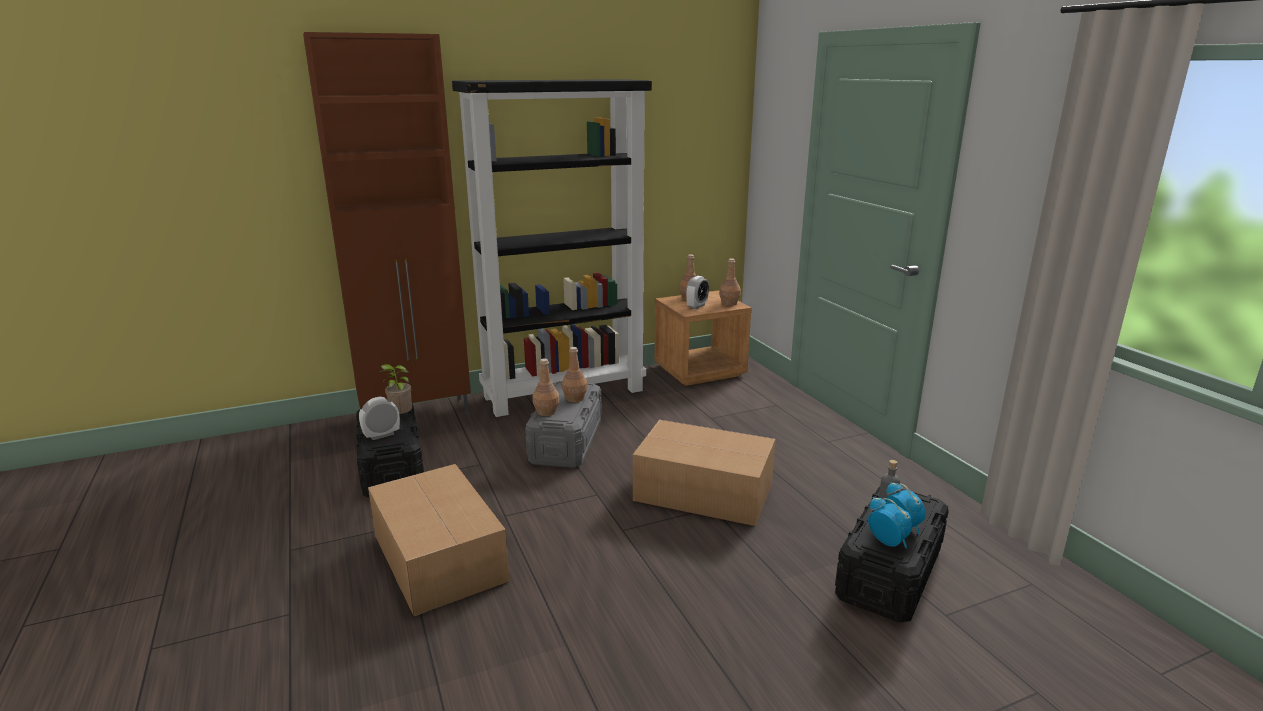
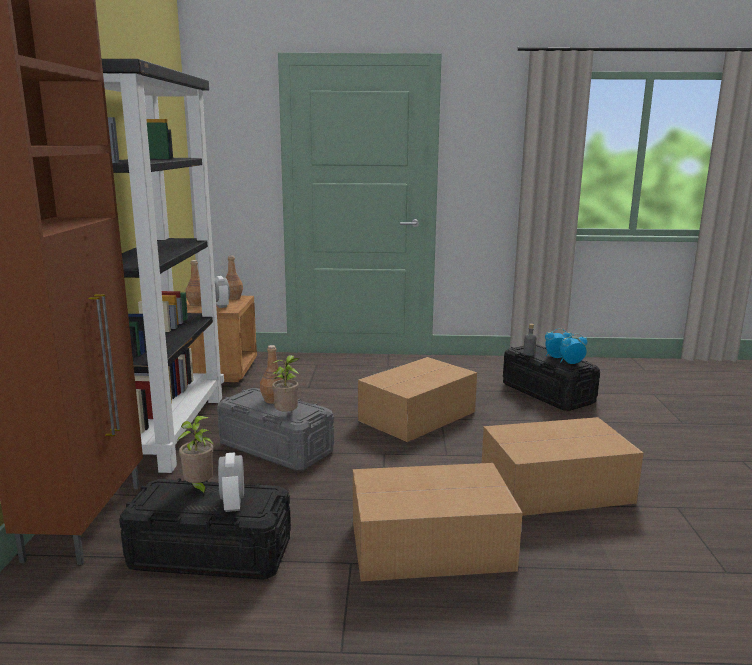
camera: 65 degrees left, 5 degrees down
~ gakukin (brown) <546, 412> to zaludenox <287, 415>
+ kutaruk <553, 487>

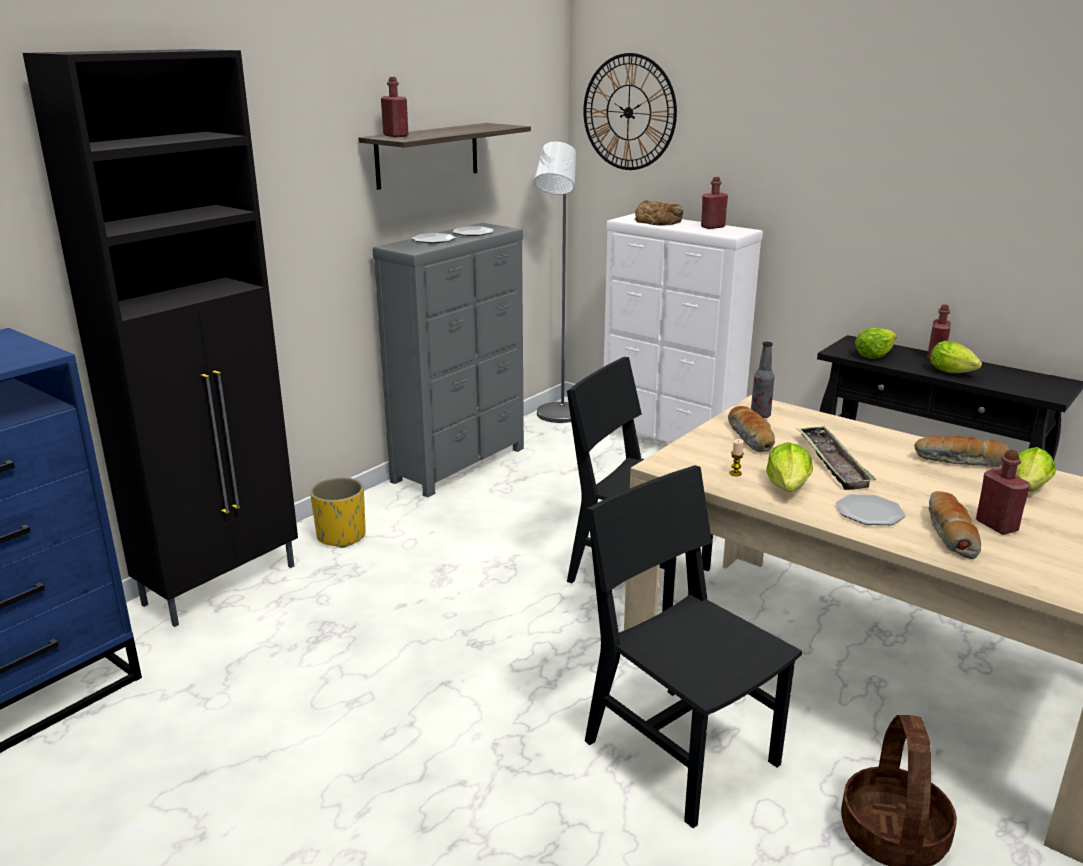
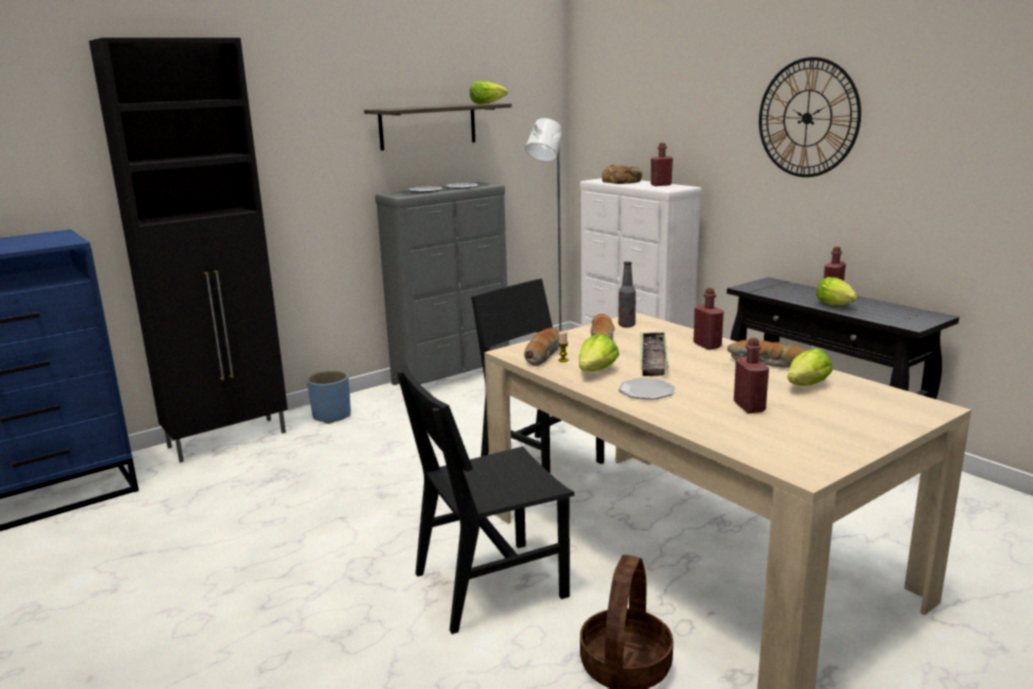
camera: 15 degrees right, 5 degrees down
~ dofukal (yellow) <341, 536> to dofukal (blue) <331, 416>
~ gakukin (red) <395, 136> to <707, 345>
~ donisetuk <628, 112> to <807, 118>
~ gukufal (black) <681, 752> = <490, 584> 90 degrees counterclockwise
~ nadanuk <874, 355> to <487, 103>
~ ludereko <949, 533> to <543, 354>

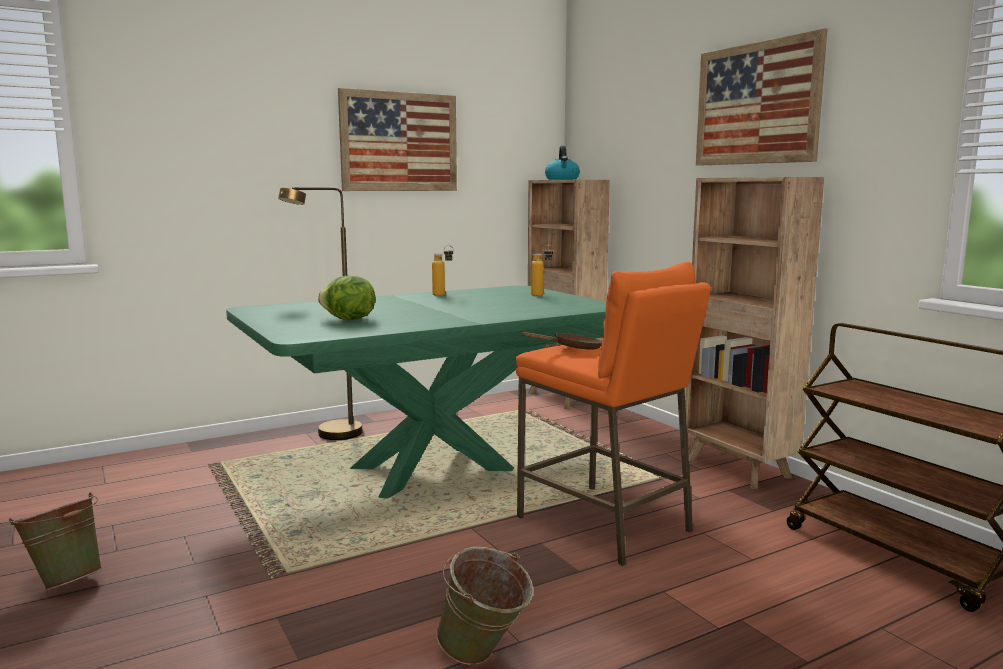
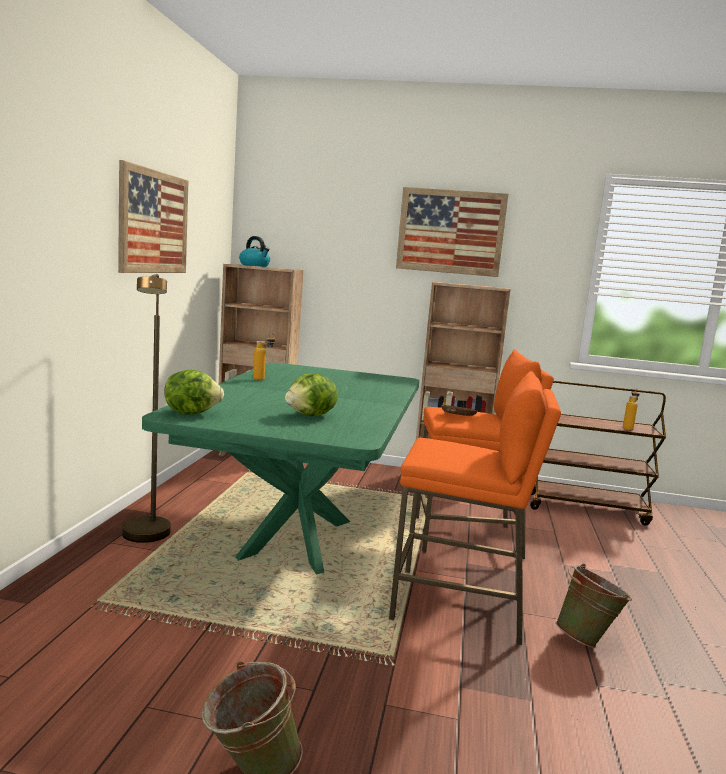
camera: 50 degrees left, 0 degrees up
~ gakukin <542, 295> to <628, 428>
+ nadanuk <191, 413>
+ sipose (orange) <459, 606>

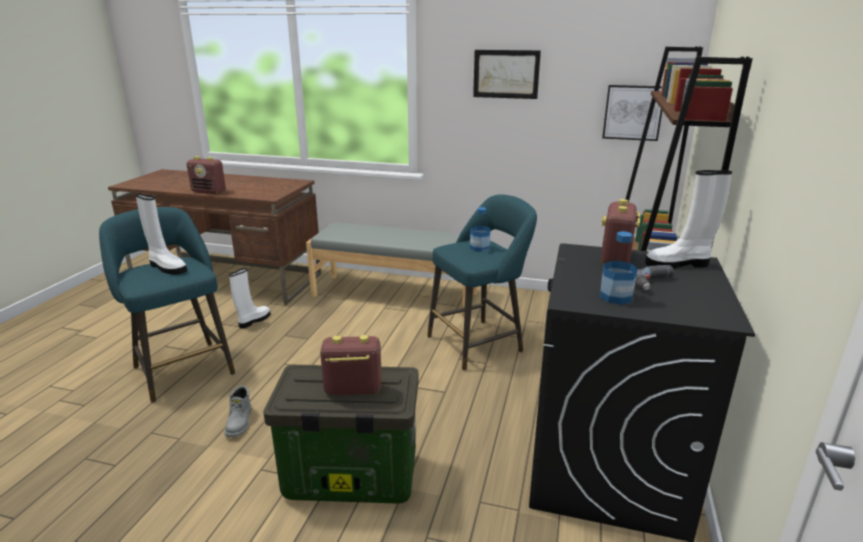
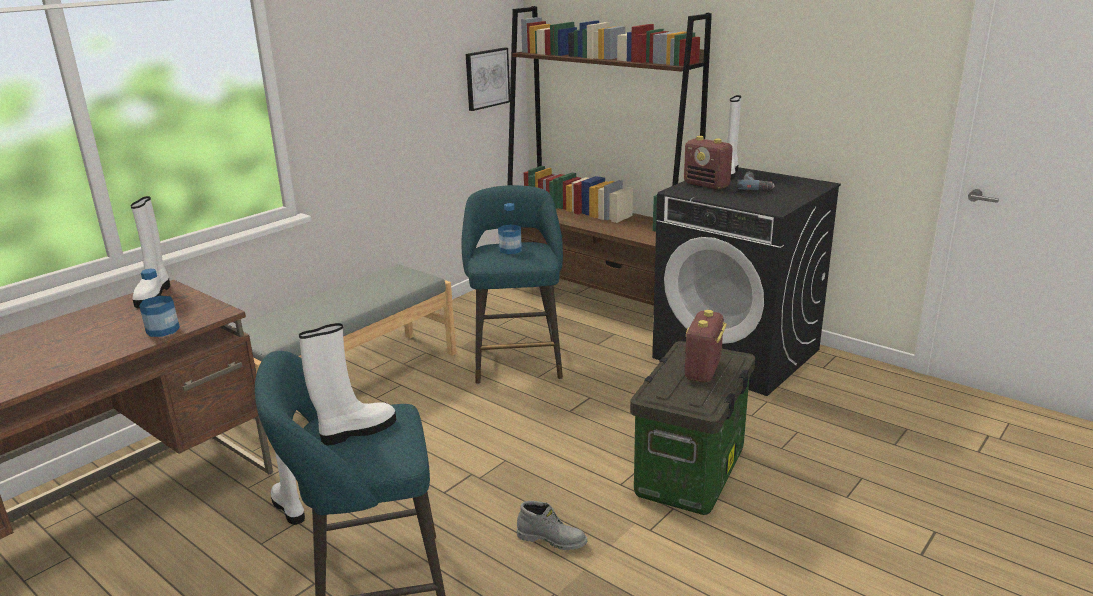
camera: 65 degrees left, 0 degrees up
- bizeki <209, 192>
- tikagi <506, 74>
~ gakukin <615, 297> to <163, 330>
+ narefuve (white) <154, 294>

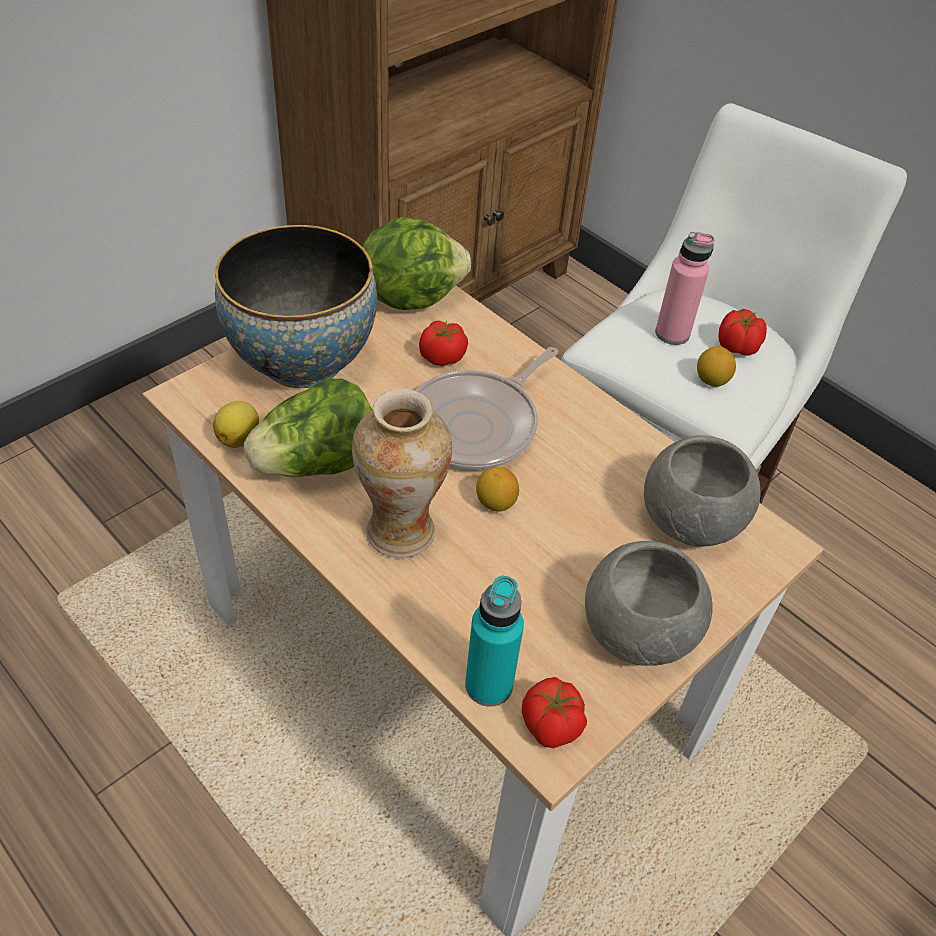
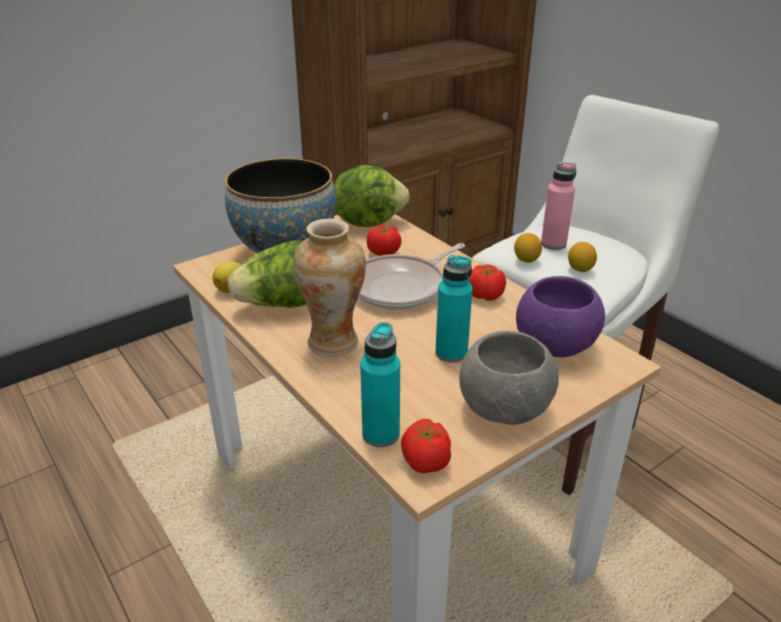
camera: 10 degrees right, 15 degrees down
~ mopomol <495, 503> to <526, 260>
~ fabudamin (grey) <692, 520> to fabudamin (purple) <556, 345>
~ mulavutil <737, 347> to <485, 296>
+ gakukin (turquoise) <451, 353>

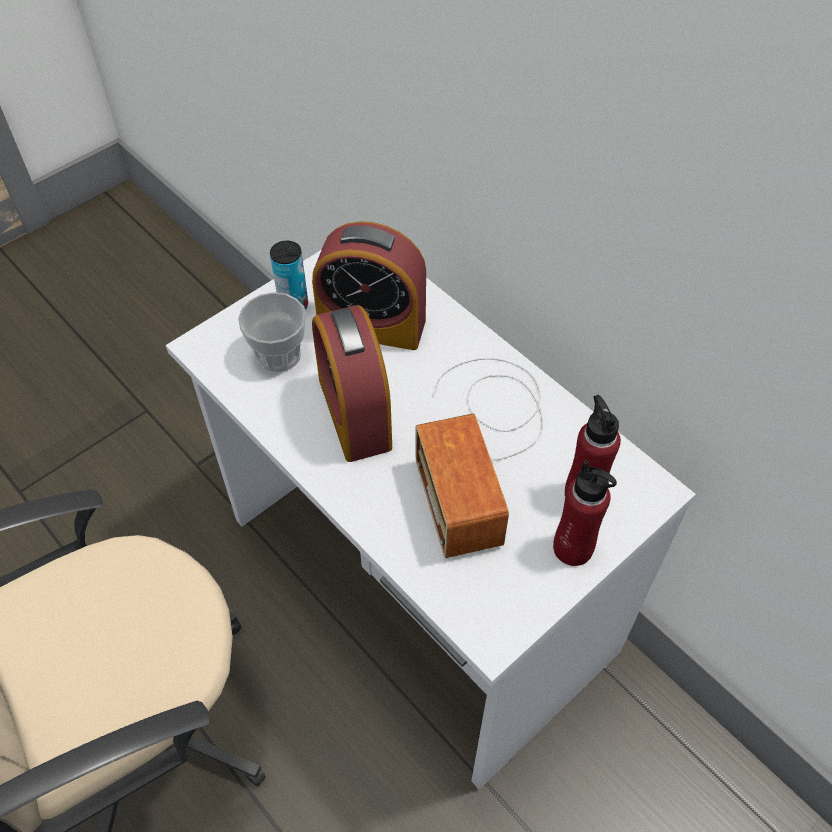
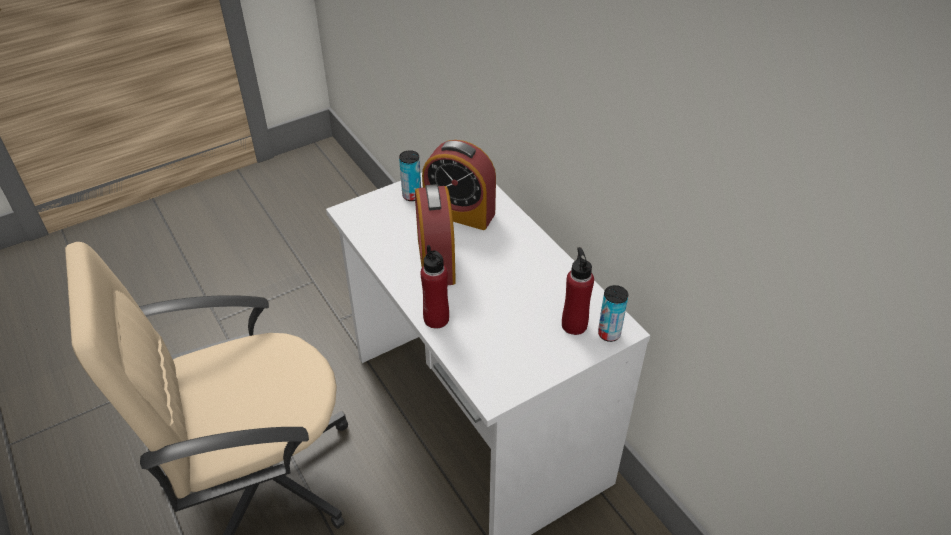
camera: 10 degrees right, 10 degrees down
- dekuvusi <279, 355>
- bizeki <482, 445>
~ gakukin (red) <573, 548> to <436, 319>
+ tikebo <609, 334>

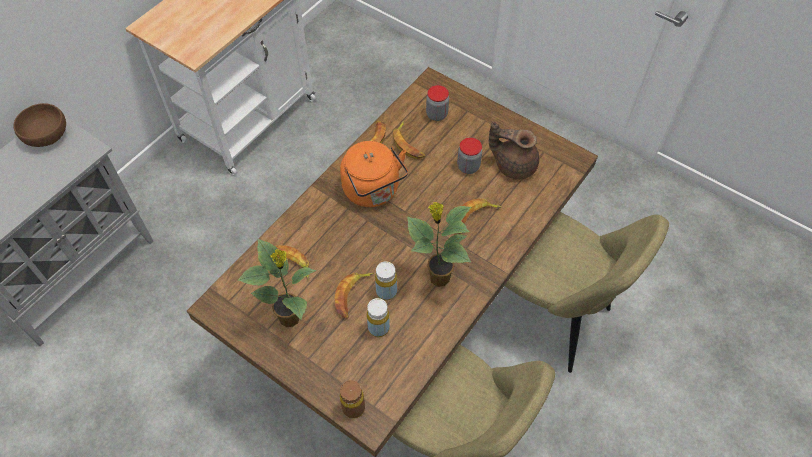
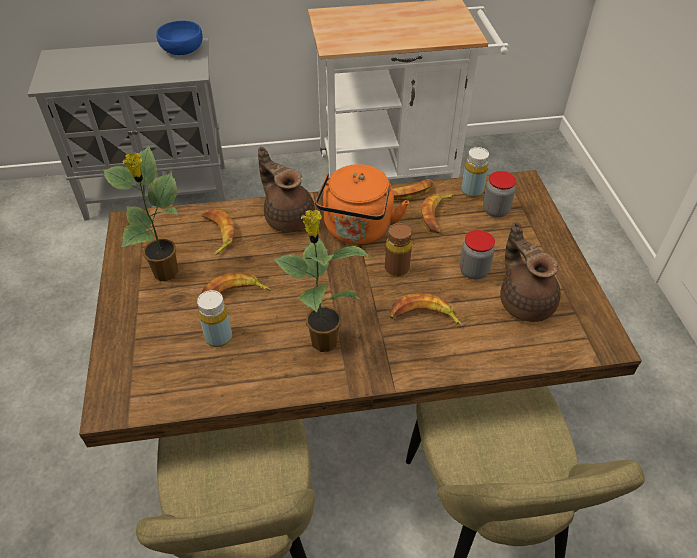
camera: 45 degrees right, 10 degrees down
~ fabudamin (brown) <46, 135> to fabudamin (blue) <181, 49>
~ gakukin (brown) <353, 408> to <396, 269>
~ gakukin (yellow) <386, 292> to <472, 191>
+ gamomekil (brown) <288, 217>

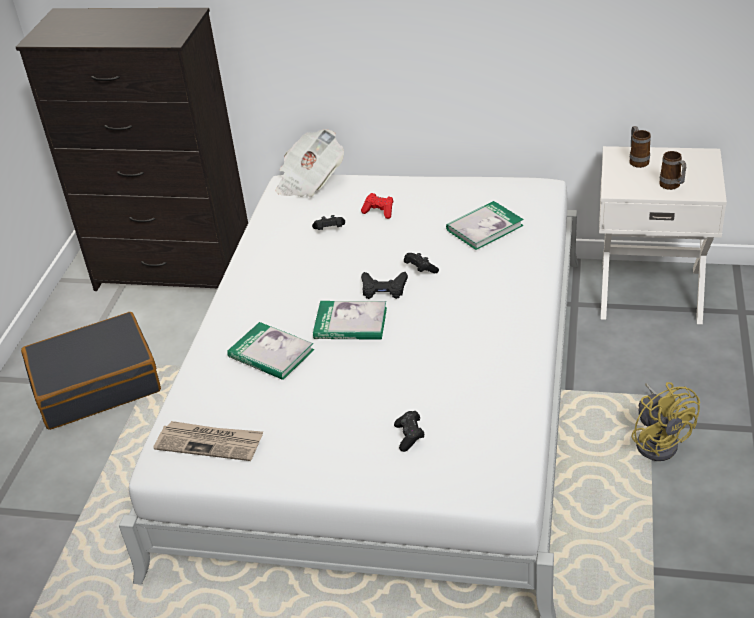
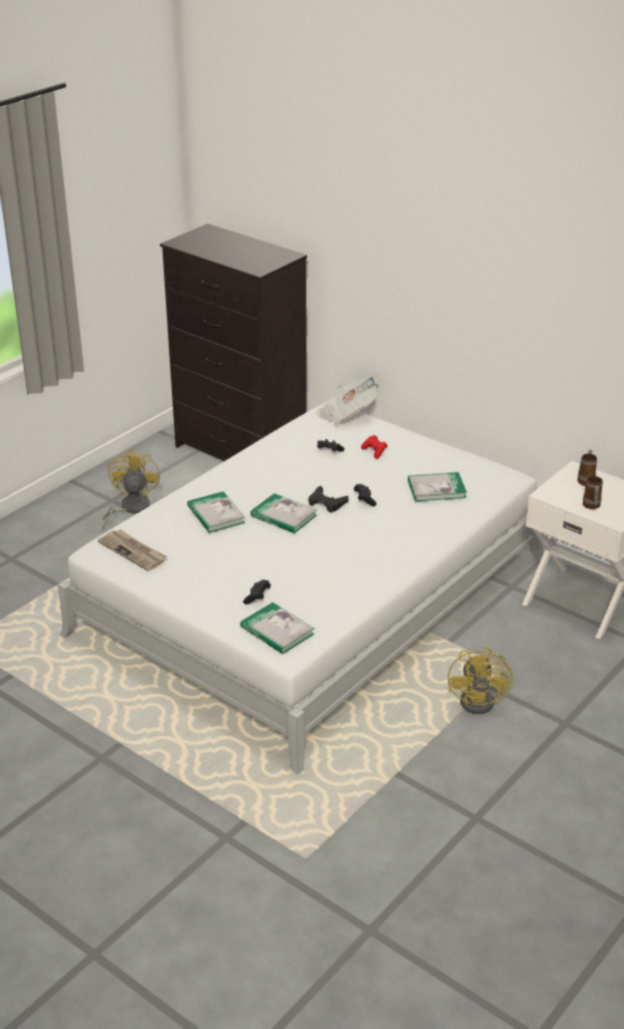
camera: 25 degrees right, 5 degrees down
~ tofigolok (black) <96, 384> to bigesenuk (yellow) <130, 508>
+ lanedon <277, 631>

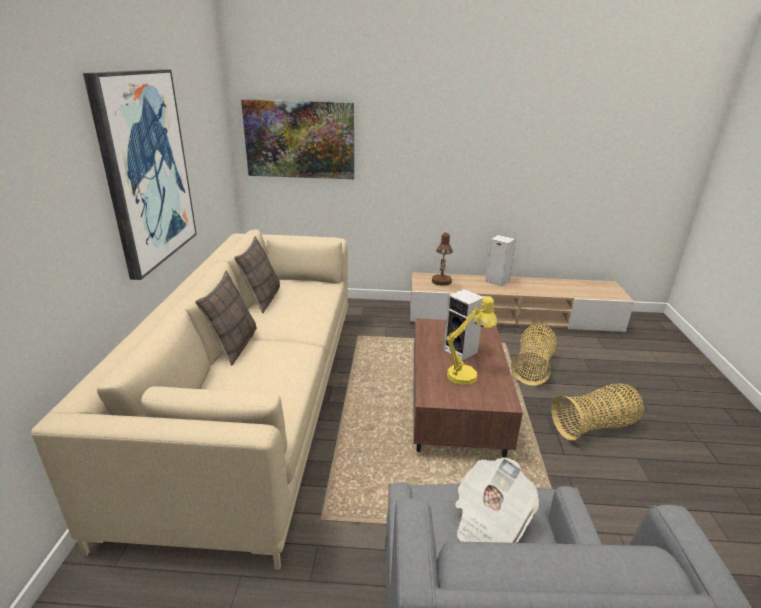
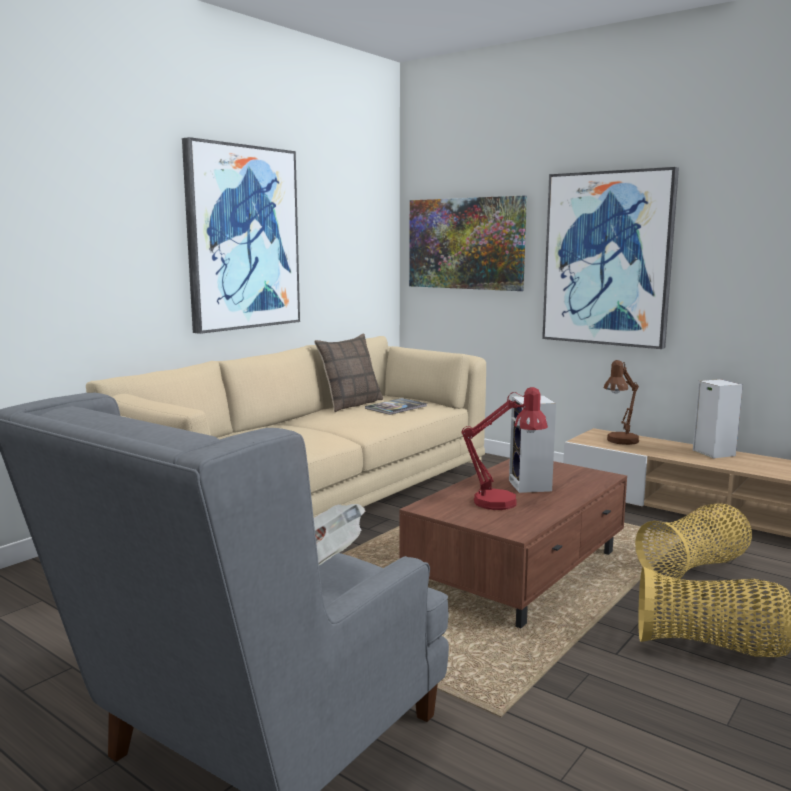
camera: 35 degrees right, 15 degrees down
- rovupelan <233, 345>
~ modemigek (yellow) <467, 374> to modemigek (red) <505, 502>
+ lanedon <396, 407>
+ tikagi <607, 259>

